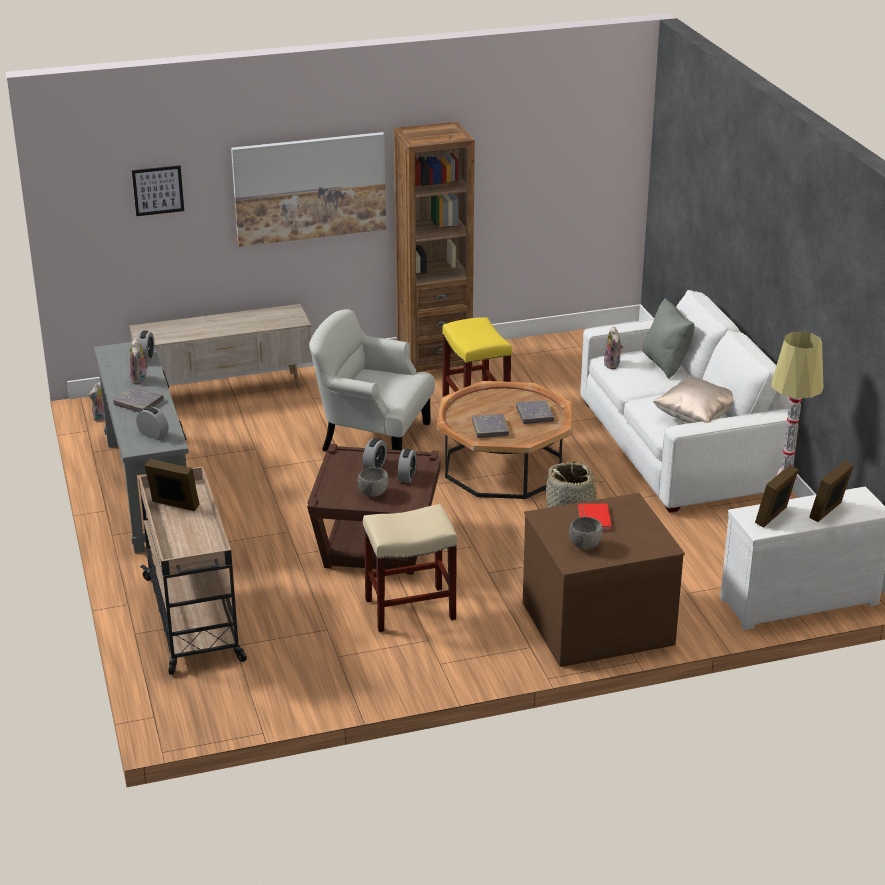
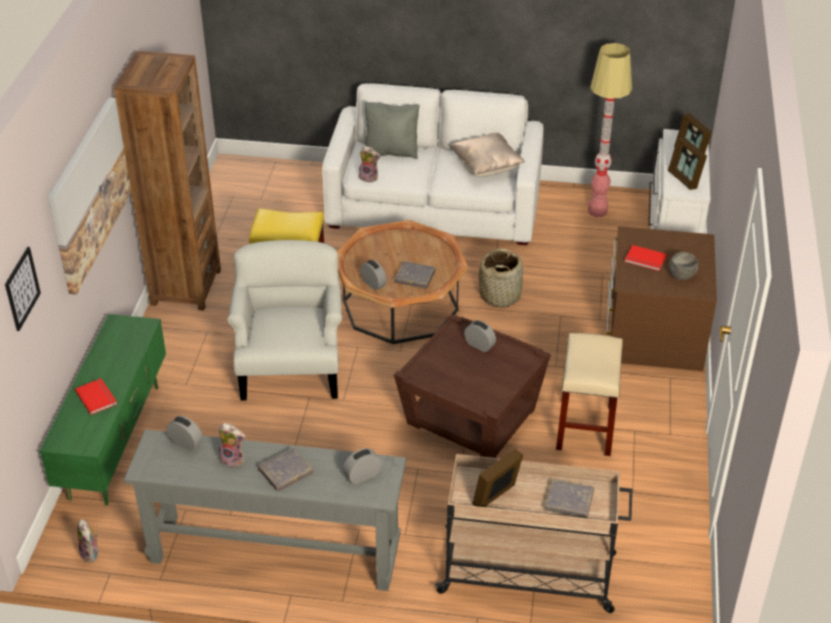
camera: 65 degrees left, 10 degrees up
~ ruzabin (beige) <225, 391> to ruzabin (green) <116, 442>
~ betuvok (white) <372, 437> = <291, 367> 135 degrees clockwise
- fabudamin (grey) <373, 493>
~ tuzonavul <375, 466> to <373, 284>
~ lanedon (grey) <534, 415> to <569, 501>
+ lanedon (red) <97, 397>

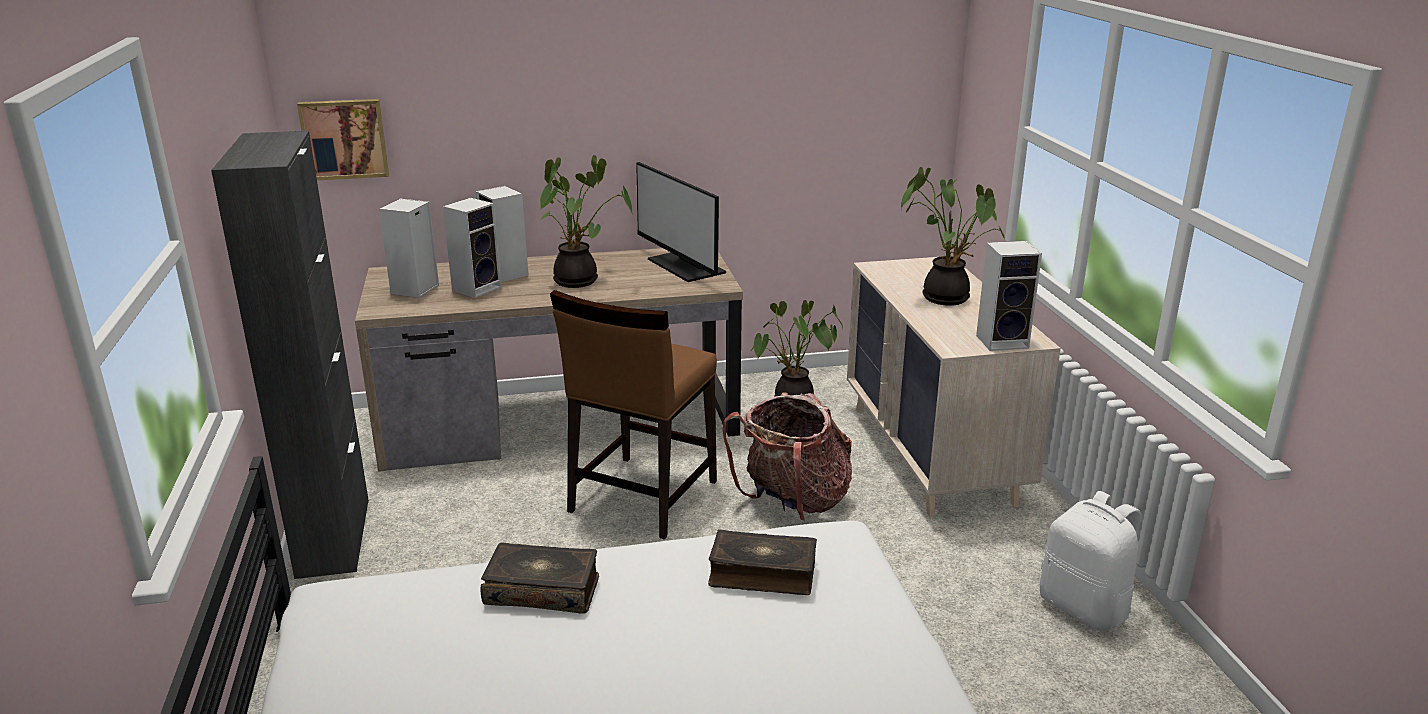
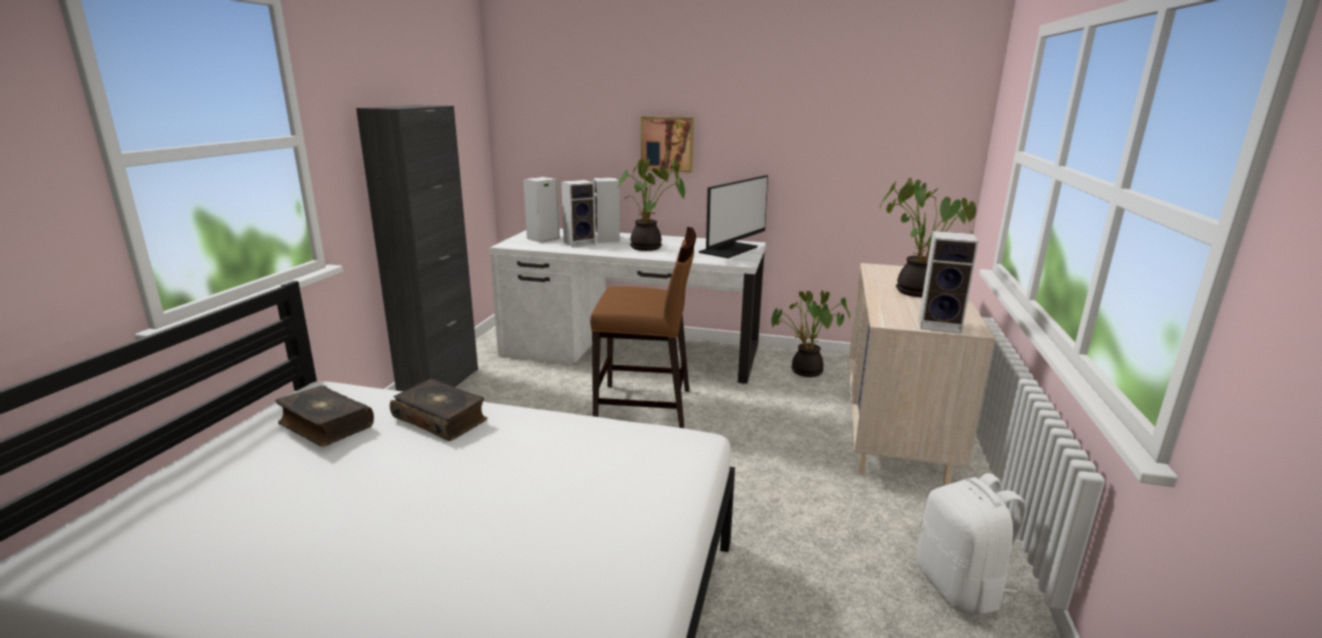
camera: 25 degrees right, 5 degrees down
~ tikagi <344, 138> to <667, 144>
~ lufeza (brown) <560, 422> to lufeza (white) <631, 351>
~ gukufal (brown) <641, 496> = <644, 406> 135 degrees counterclockwise
~ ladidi <685, 266> = <729, 250> 135 degrees counterclockwise
~ lanedon <762, 573> to <324, 425>
- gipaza <793, 501>

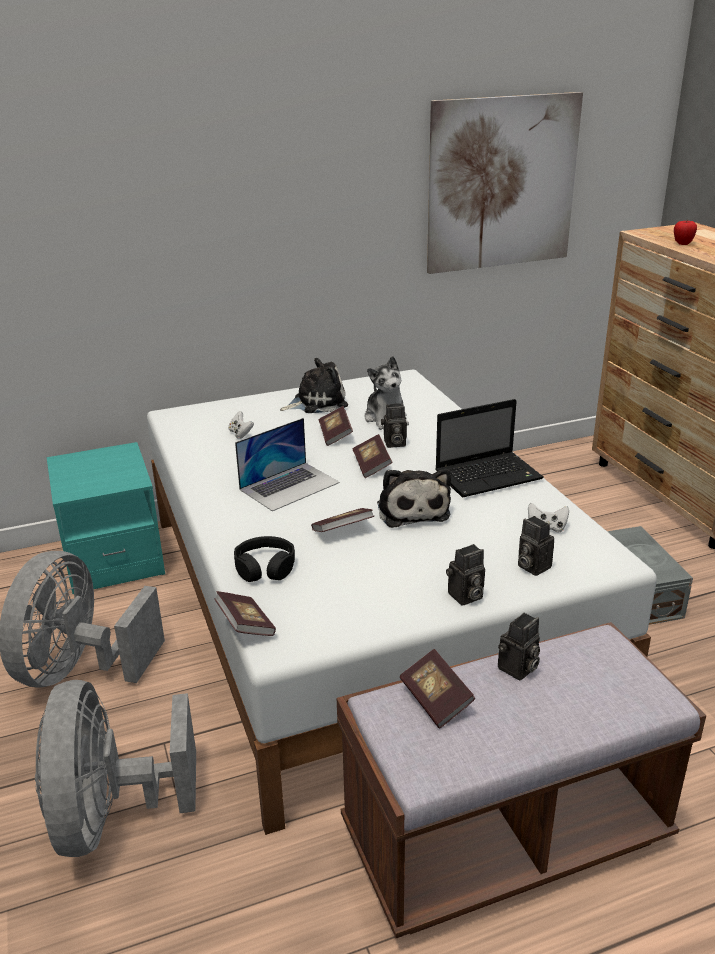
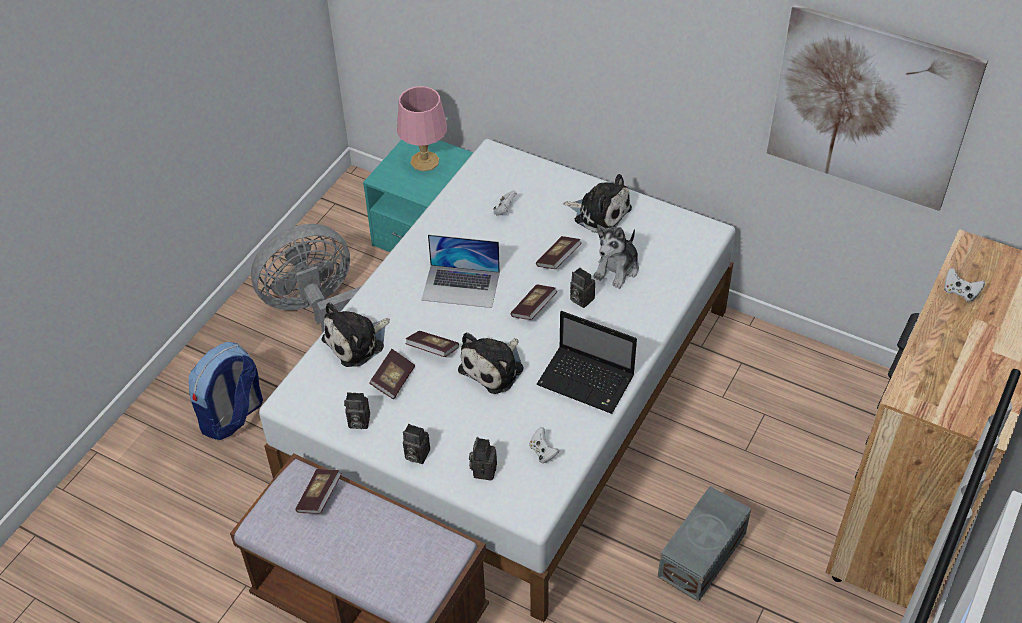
camera: 50 degrees right, 20 degrees up
~ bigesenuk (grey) <112, 815> to gipaza <232, 417>
~ lanedon <245, 625> to <393, 380>
~ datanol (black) <265, 567> to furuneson <357, 342>
~ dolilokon <517, 669> to <357, 422>
~ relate <682, 244> to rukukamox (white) <960, 292>
+ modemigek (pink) <424, 161>

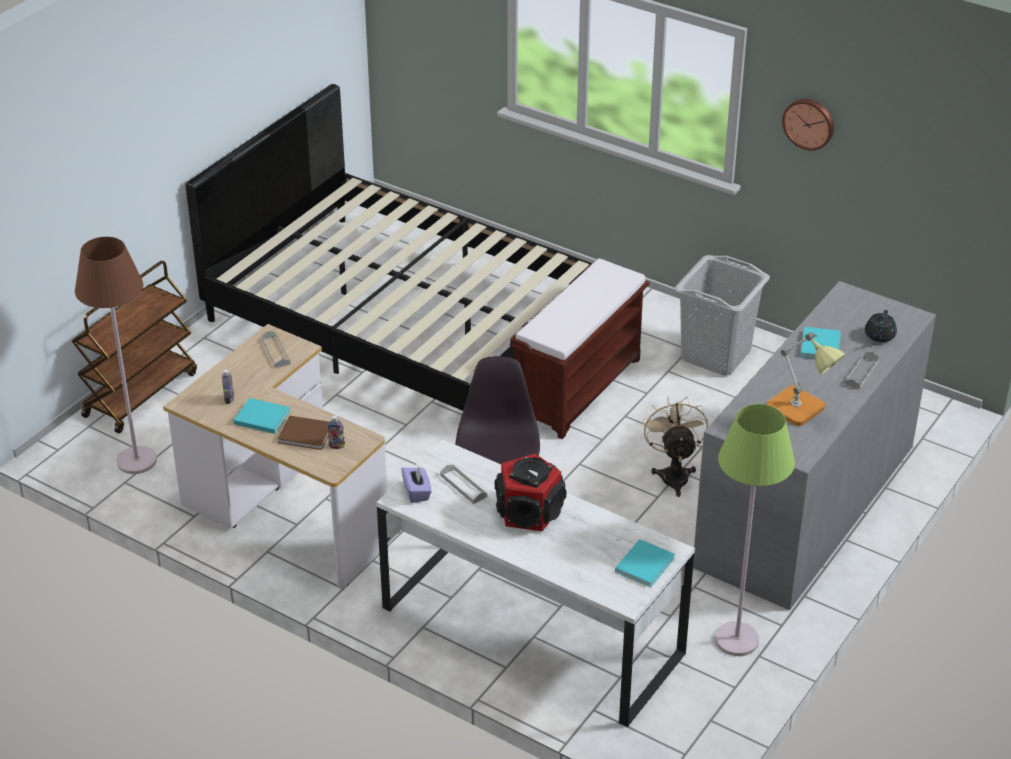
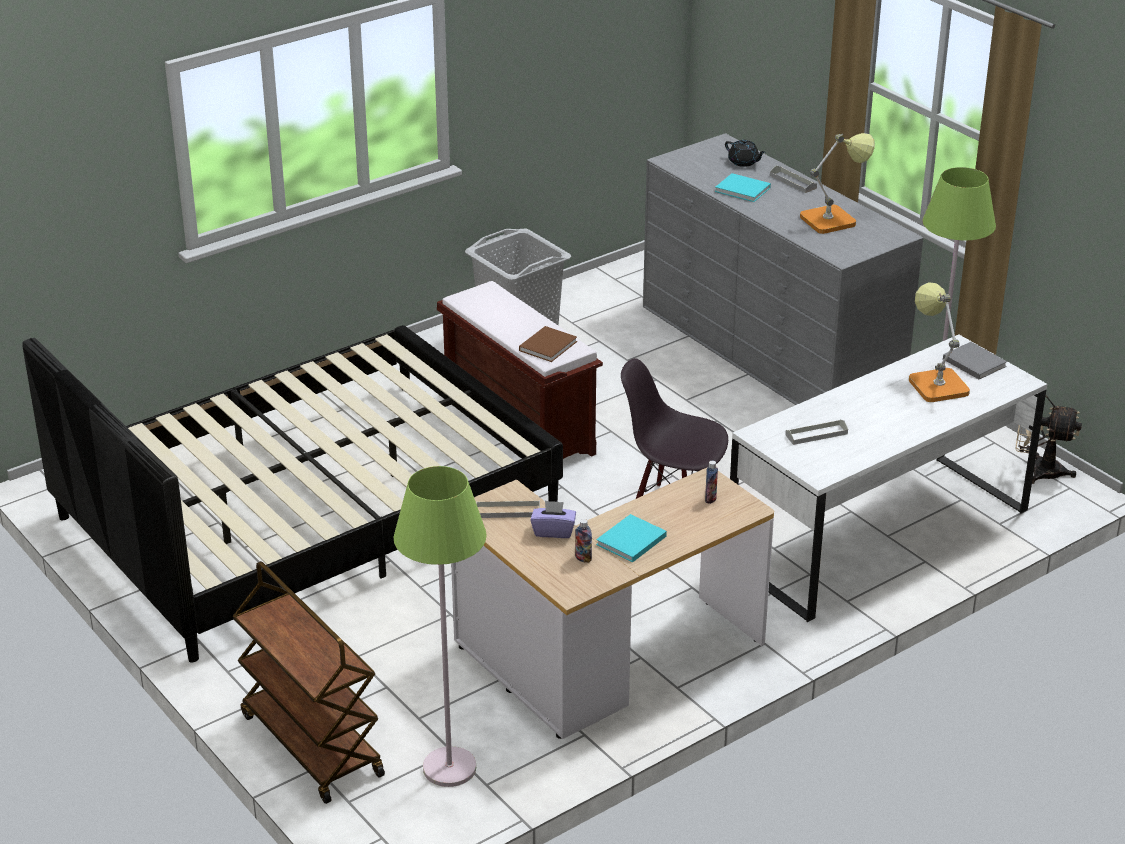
camera: 70 degrees left, 5 degrees down
~ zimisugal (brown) <136, 461> to zimisugal (green) <449, 768>
~ lanedon (brown) <307, 435> to <549, 345>
~ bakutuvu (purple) <417, 492> to <553, 531>
- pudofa <528, 512>
~ lanedon (turquoise) <645, 564> to lanedon (grey) <973, 362>
~ bigesenuk (beige) <673, 474> to <1037, 470>
- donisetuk <809, 123>
+ modemigek <934, 382>

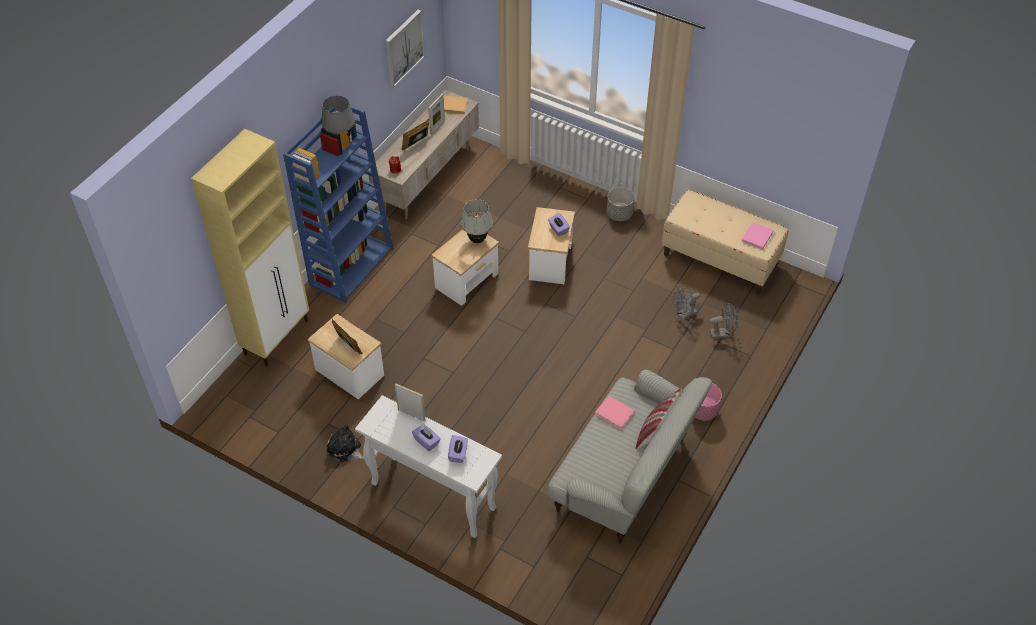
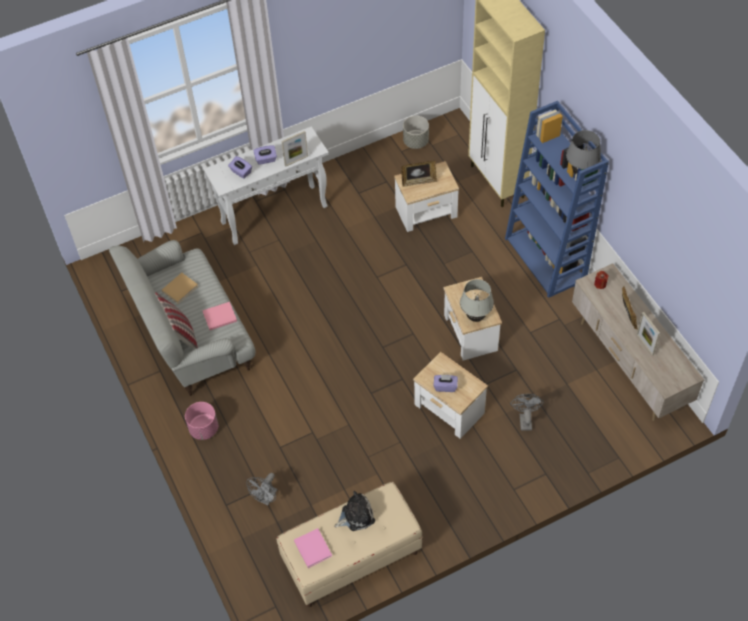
camera: 125 degrees right, 5 degrees up
~ furuneson <345, 449> to <356, 515>
- tikagi <404, 48>
~ lanedon (beige) <452, 105> to <181, 288>
~ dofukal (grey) <619, 214> to <416, 142>
~ bigesenuk (grey) <684, 315> to <525, 419>

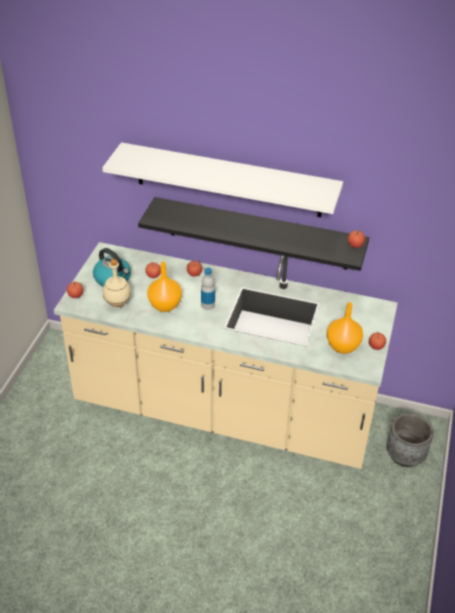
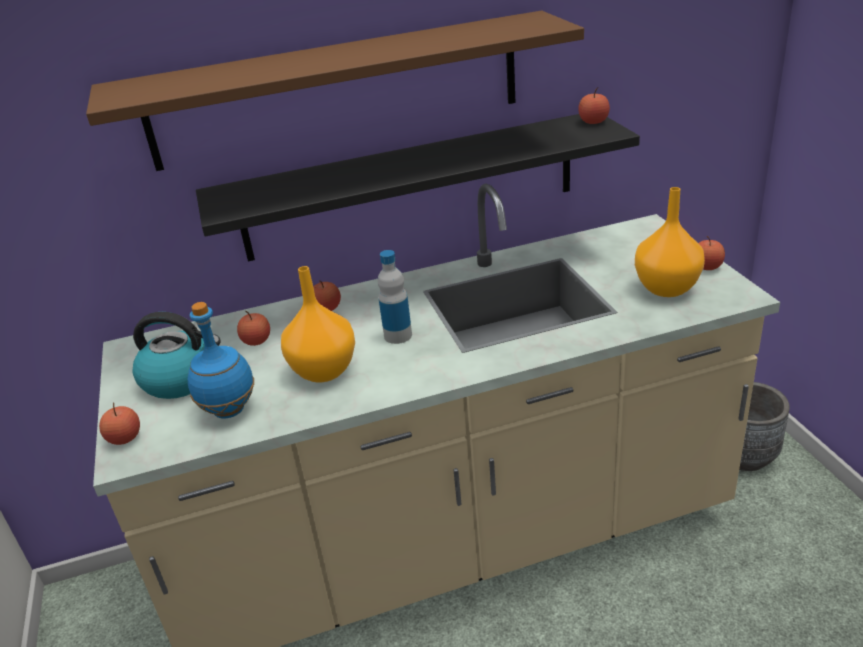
camera: 30 degrees left, 10 degrees down
~ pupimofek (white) <228, 180> to pupimofek (brown) <337, 91>
~ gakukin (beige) <118, 304> to gakukin (blue) <229, 411>

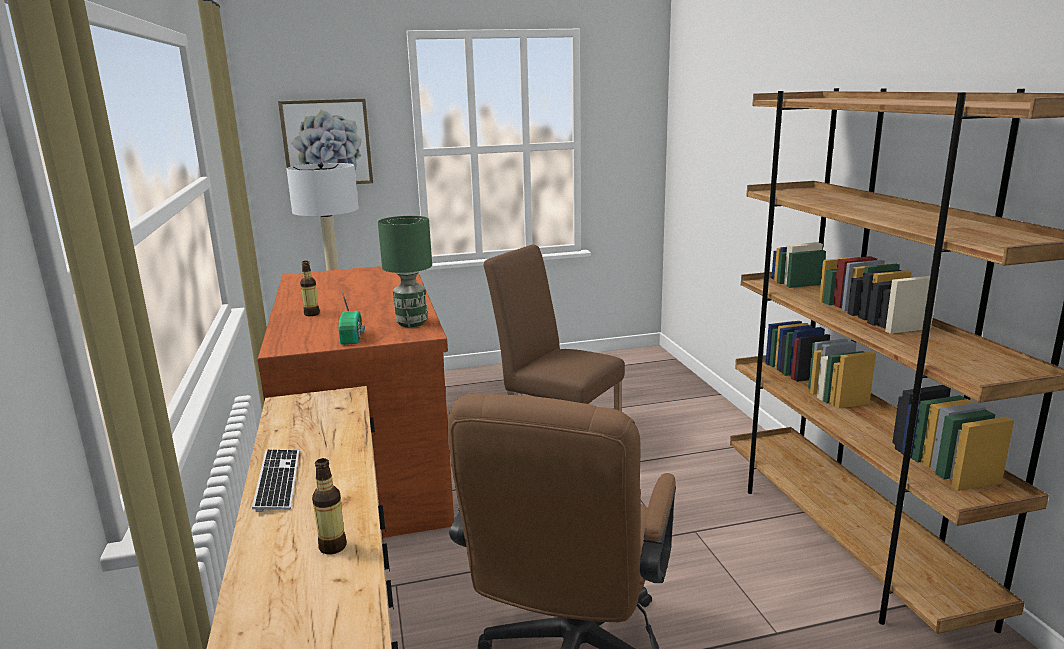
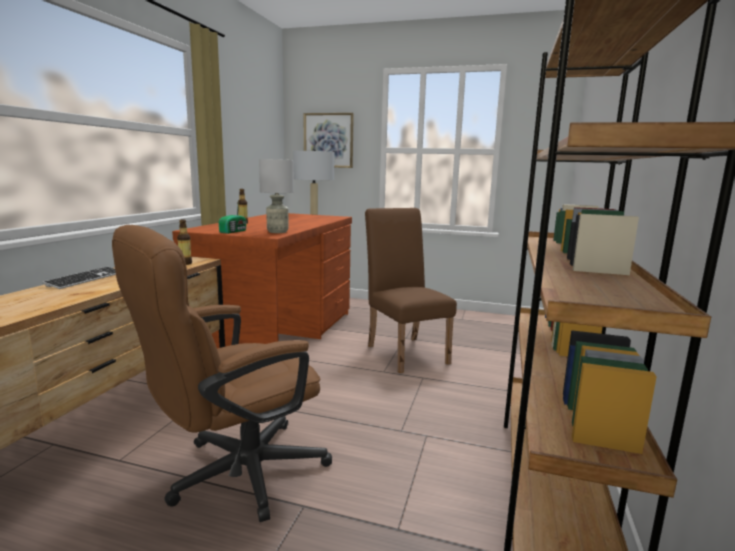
camera: 30 degrees right, 5 degrees down
~ gakukin <333, 547> to <185, 263>
~ modemigek (green) <412, 323> to modemigek (grey) <278, 232>

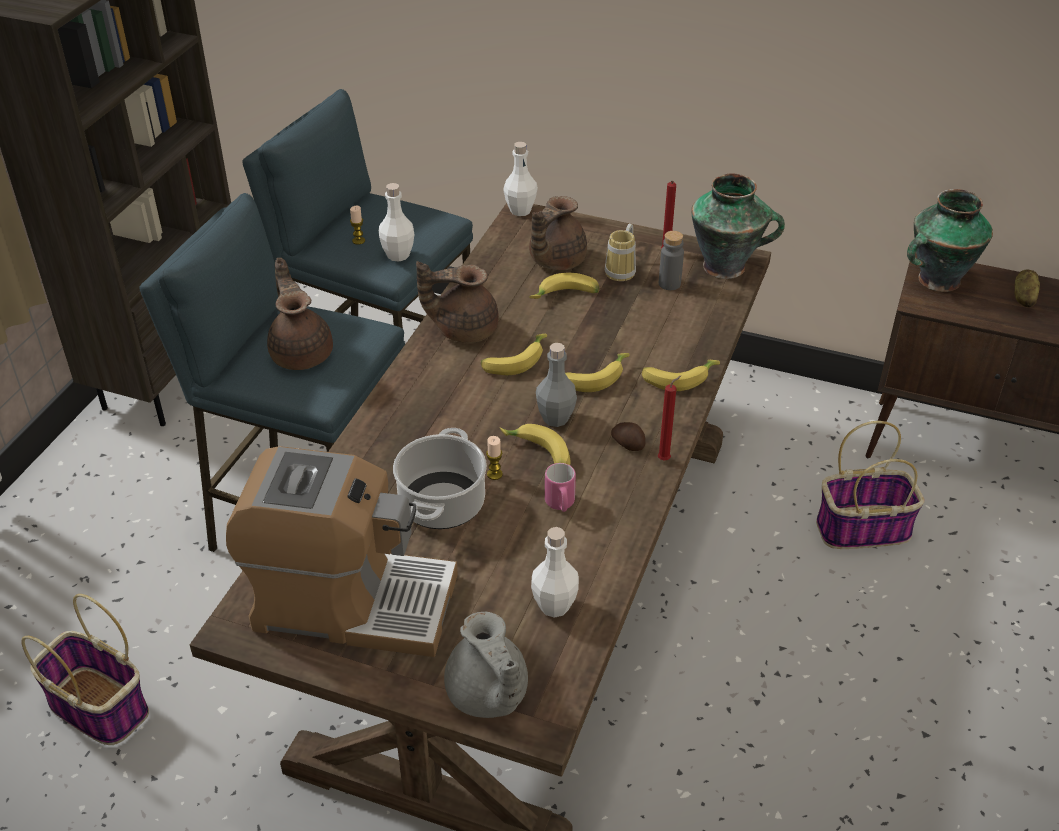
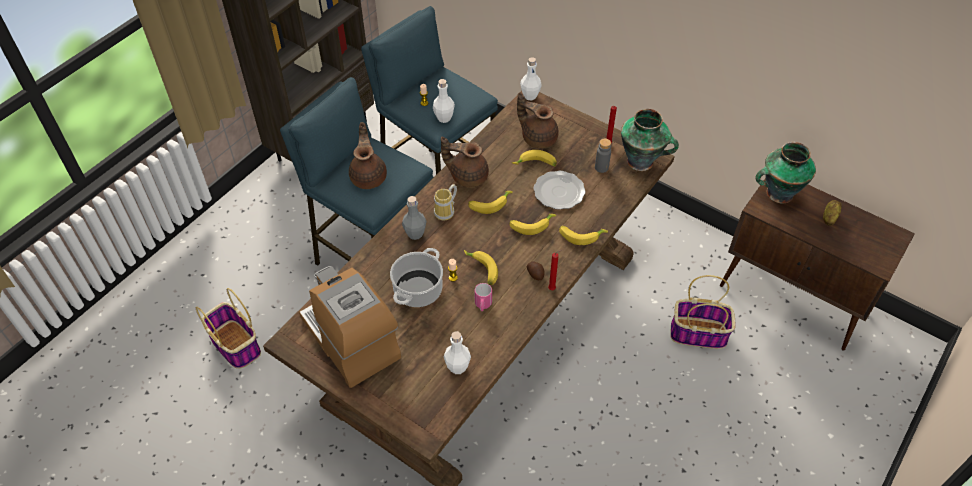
camera: 15 degrees right, 10 degrees up
~ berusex <351, 602> = <351, 340> 150 degrees counterclockwise
- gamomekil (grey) <488, 695>
~ gamomekil (brown) <555, 261> = <538, 137> 75 degrees clockwise
~ gakukin (grey) <555, 418> to <415, 234>
~ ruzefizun <623, 271> to <447, 212>
+ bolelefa <559, 191>

